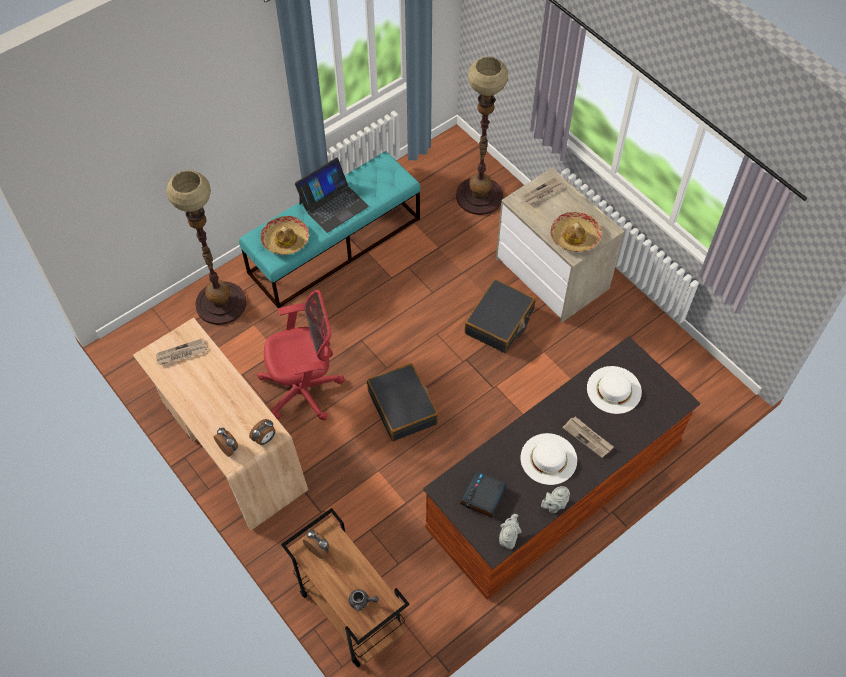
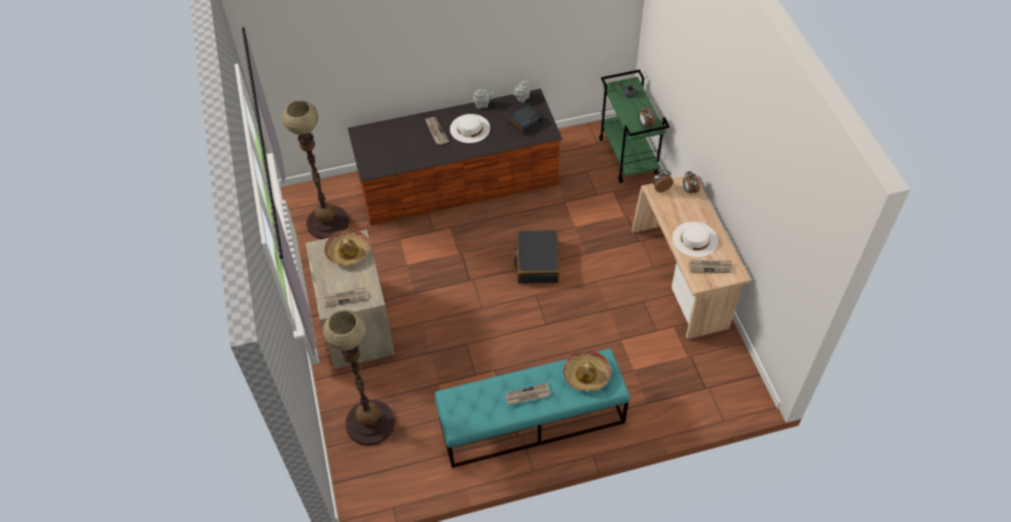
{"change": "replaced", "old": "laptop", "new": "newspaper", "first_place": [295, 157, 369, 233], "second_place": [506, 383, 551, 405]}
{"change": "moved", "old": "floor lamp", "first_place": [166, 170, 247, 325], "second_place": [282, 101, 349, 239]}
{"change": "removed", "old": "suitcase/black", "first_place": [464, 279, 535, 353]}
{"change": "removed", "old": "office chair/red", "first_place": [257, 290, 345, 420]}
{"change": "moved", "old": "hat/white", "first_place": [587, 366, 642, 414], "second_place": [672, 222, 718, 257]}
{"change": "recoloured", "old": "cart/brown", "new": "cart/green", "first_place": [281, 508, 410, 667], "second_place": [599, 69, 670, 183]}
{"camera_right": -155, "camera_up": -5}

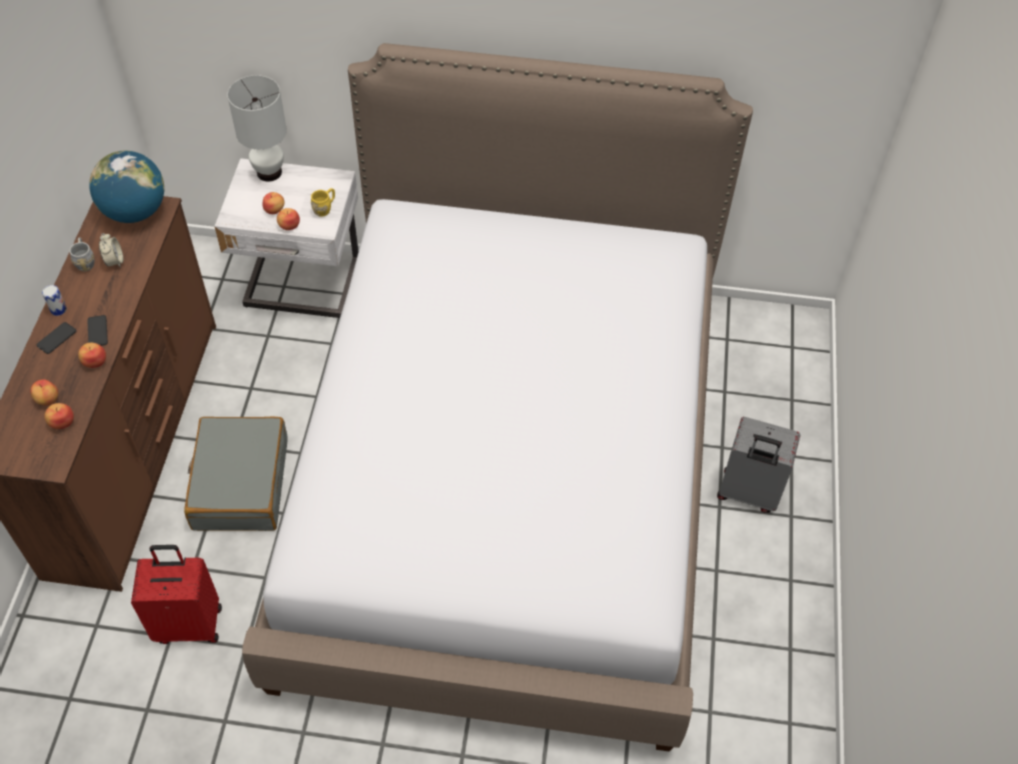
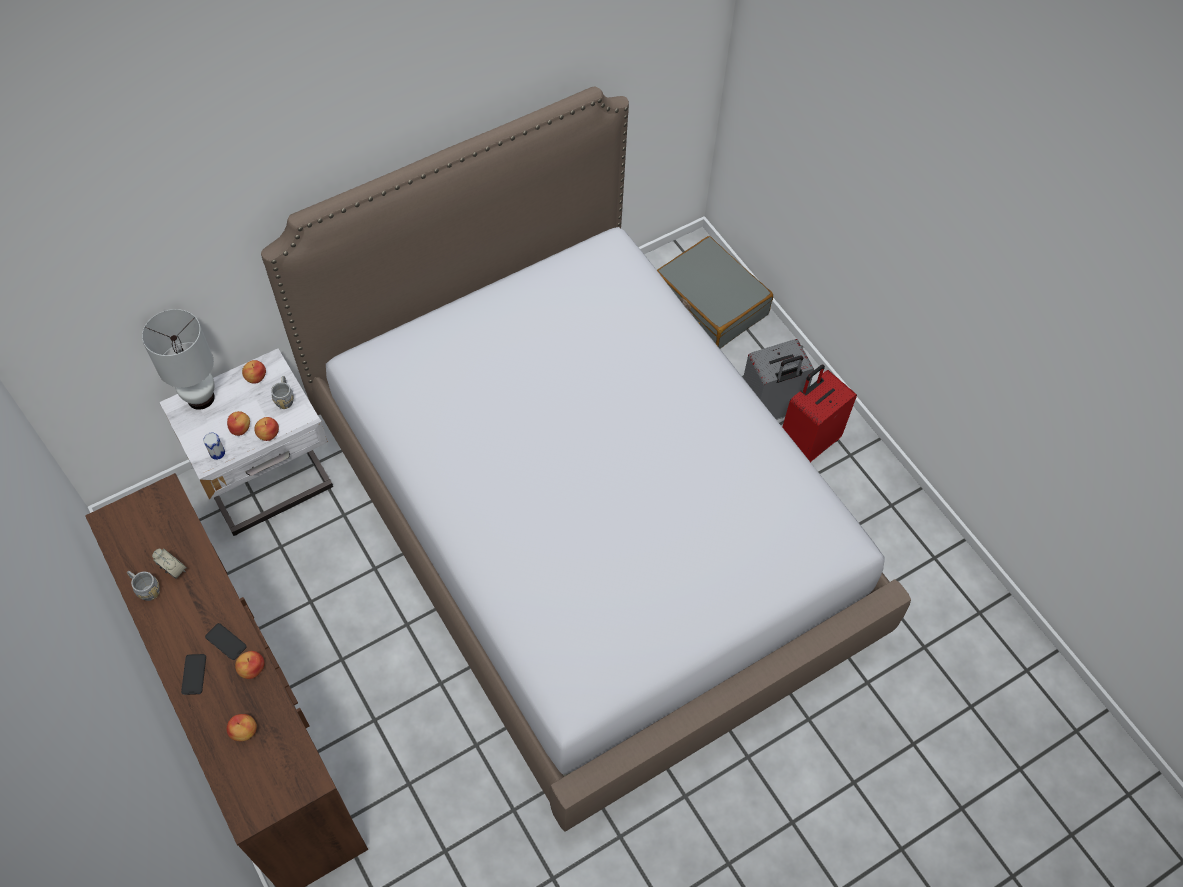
{"change": "removed", "old": "globe", "first_place": [89, 150, 165, 223]}
{"change": "recoloured", "old": "mug/yellow", "new": "mug/grey", "first_place": [311, 188, 335, 217], "second_place": [271, 376, 294, 409]}
{"change": "moved", "old": "can", "first_place": [42, 285, 67, 316], "second_place": [203, 432, 225, 460]}
{"change": "moved", "old": "apple", "first_place": [44, 403, 74, 429], "second_place": [242, 360, 266, 384]}
{"change": "moved", "old": "suitcase/grey", "first_place": [184, 416, 288, 531], "second_place": [657, 236, 773, 348]}
{"change": "moved", "old": "suitcase/red", "first_place": [131, 545, 222, 644], "second_place": [783, 364, 857, 462]}
{"camera_right": -40, "camera_up": 5}

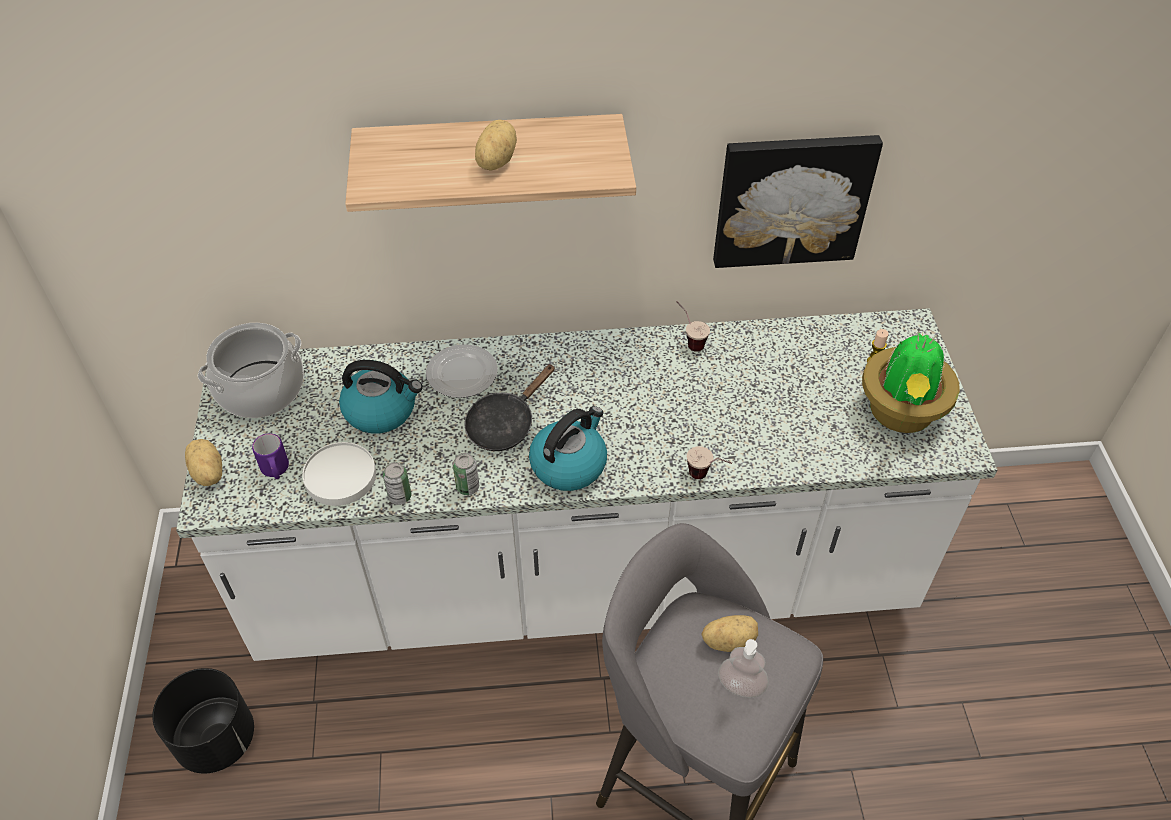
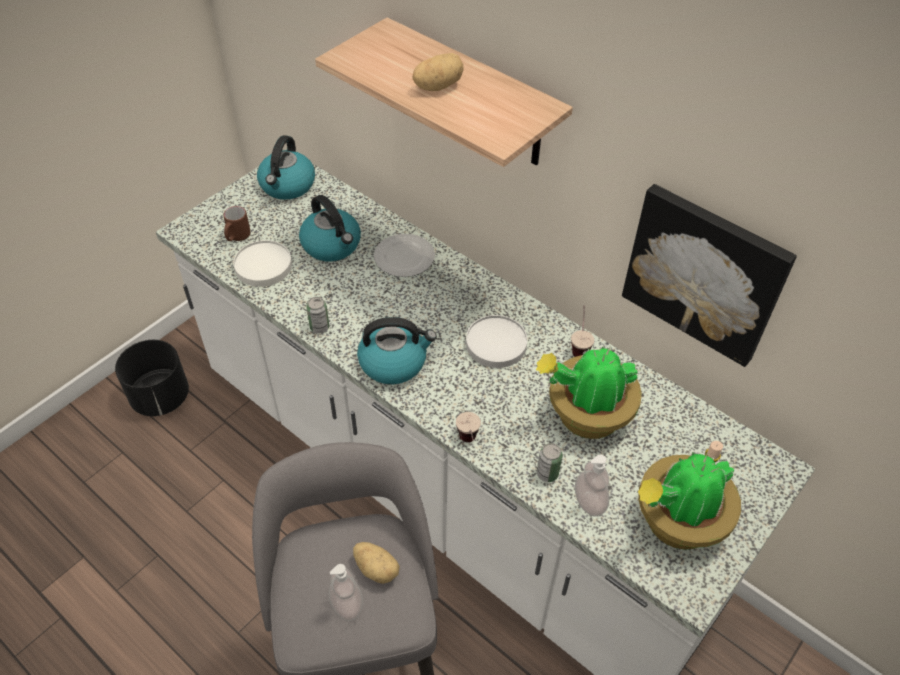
{"change": "replaced", "old": "cooking pot", "new": "kettle", "first_place": [198, 323, 304, 418], "second_place": [257, 135, 315, 200]}
{"change": "removed", "old": "frying pan/black", "first_place": [465, 364, 555, 451]}
{"change": "recoloured", "old": "mug/purple", "new": "mug/brown", "first_place": [252, 433, 289, 479], "second_place": [223, 206, 251, 241]}
{"change": "removed", "old": "potato", "first_place": [185, 439, 222, 486]}
{"change": "moved", "old": "can", "first_place": [383, 462, 411, 505], "second_place": [537, 443, 563, 482]}
{"change": "added", "new": "plate/white", "second_place": [466, 315, 527, 368]}
{"change": "added", "new": "potted plant", "second_place": [536, 345, 643, 439]}
{"change": "added", "new": "soap dispenser", "second_place": [575, 455, 609, 517]}
{"camera_right": 45, "camera_up": 0}

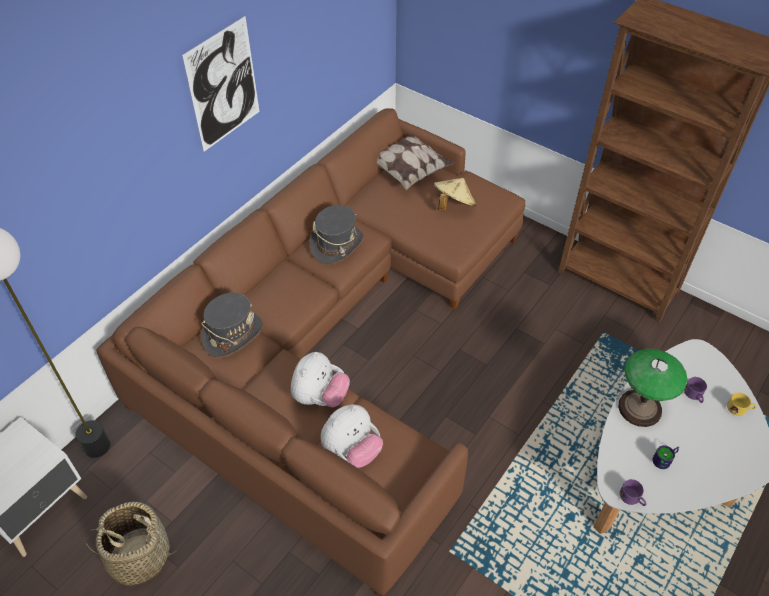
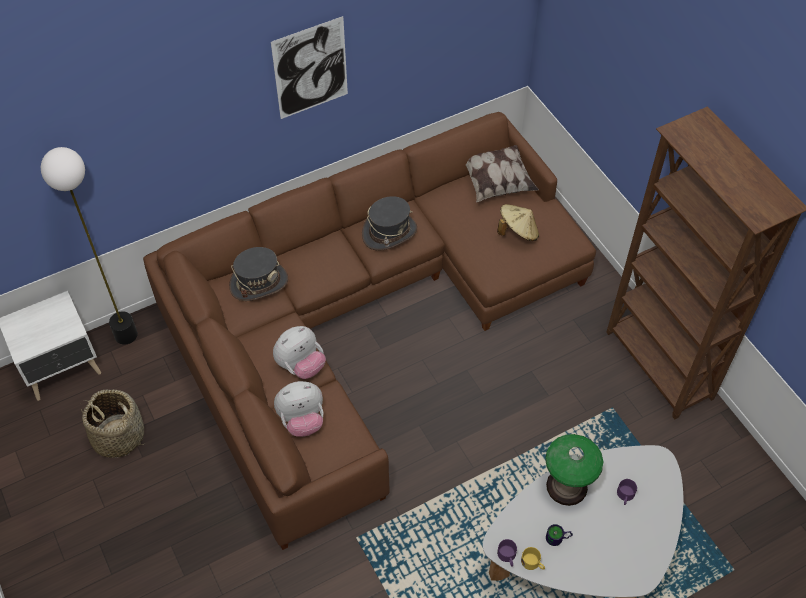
{"change": "moved", "old": "mug/yellow", "first_place": [727, 392, 756, 416], "second_place": [521, 547, 545, 570]}
{"camera_right": 25, "camera_up": 5}

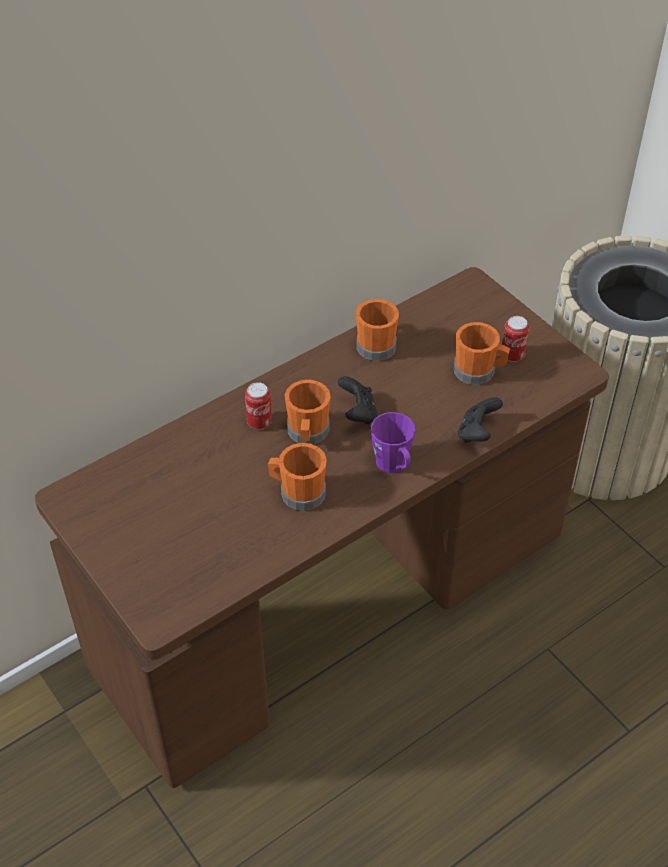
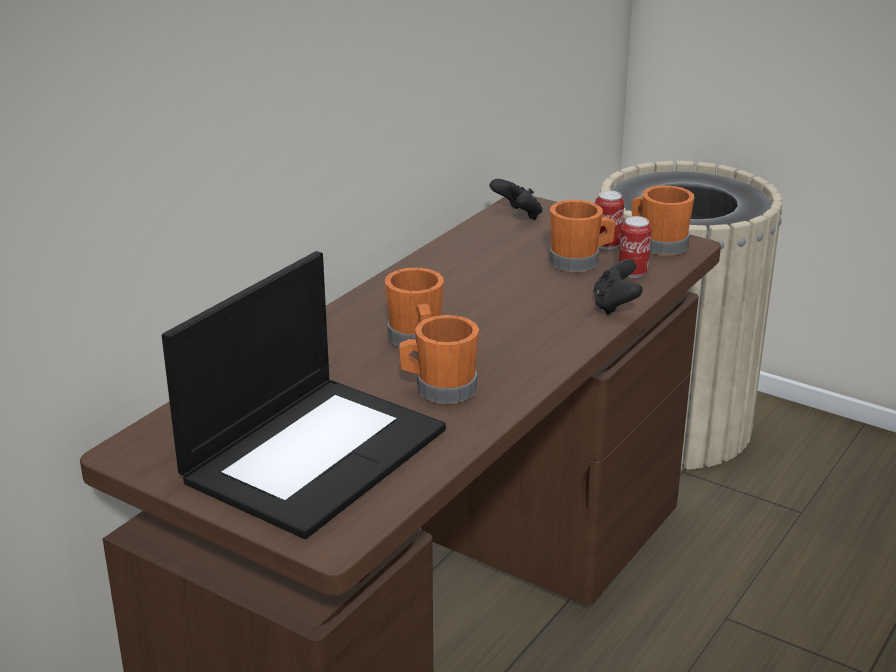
{"change": "moved", "old": "mug/orange", "first_place": [356, 299, 399, 361], "second_place": [632, 185, 694, 256]}
{"change": "moved", "old": "game controller/black", "first_place": [338, 376, 378, 425], "second_place": [490, 179, 543, 220]}
{"change": "moved", "old": "can", "first_place": [245, 382, 272, 429], "second_place": [619, 216, 652, 278]}
{"change": "removed", "old": "mug/purple", "first_place": [371, 412, 415, 473]}
{"change": "added", "new": "laptop", "second_place": [162, 251, 446, 539]}
{"camera_right": -20, "camera_up": -20}

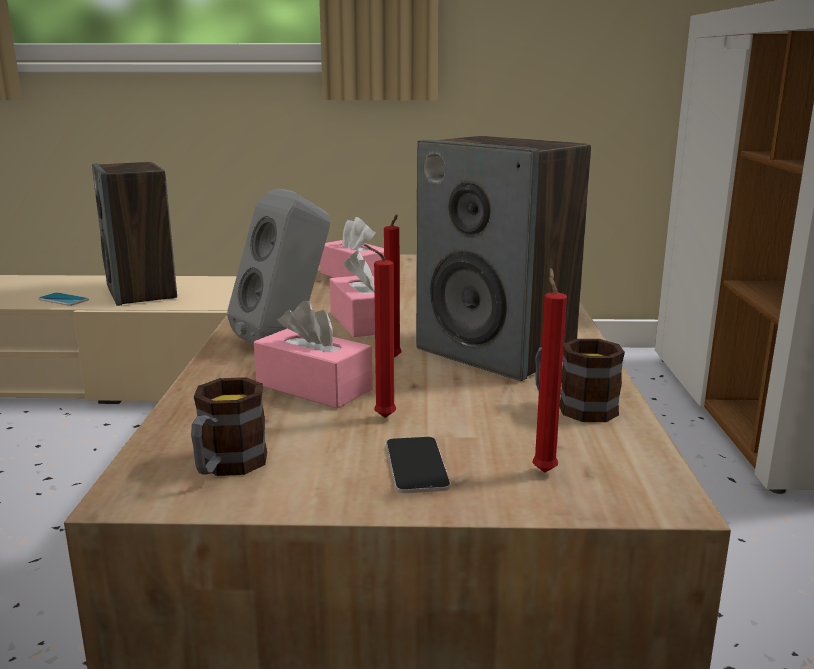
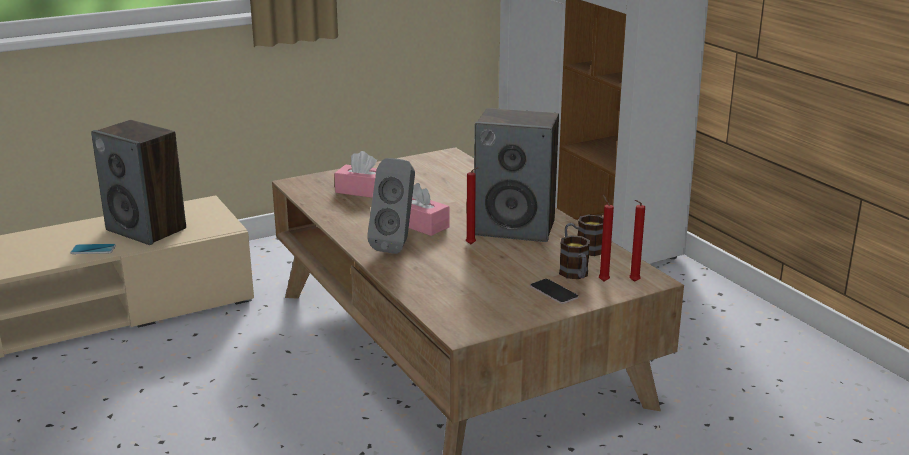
{"change": "moved", "old": "candle/red", "first_place": [364, 244, 396, 418], "second_place": [629, 200, 645, 282]}
{"change": "removed", "old": "tissue box/pink", "first_place": [254, 300, 373, 408]}
{"change": "moved", "old": "mug", "first_place": [191, 377, 267, 476], "second_place": [559, 235, 590, 279]}
{"camera_right": -30, "camera_up": 5}

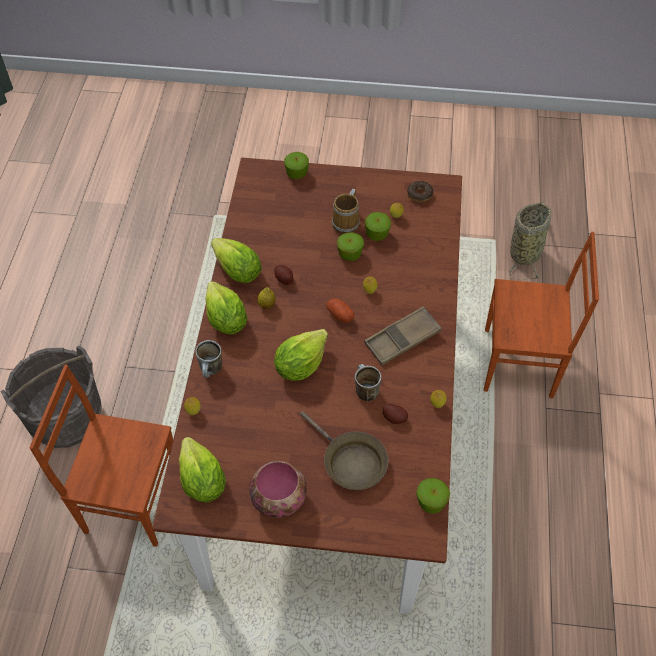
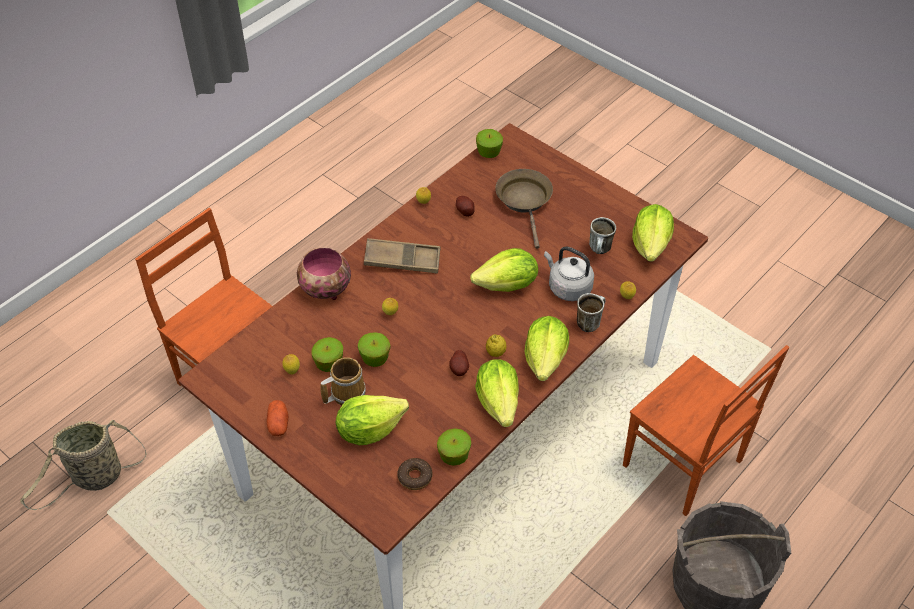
{"change": "moved", "old": "apple", "first_place": [284, 152, 309, 179], "second_place": [437, 429, 471, 465]}
{"change": "moved", "old": "donut", "first_place": [407, 181, 433, 202], "second_place": [397, 458, 432, 490]}
{"change": "moved", "old": "potato", "first_place": [326, 298, 354, 323], "second_place": [266, 400, 289, 436]}
{"change": "moved", "old": "mug", "first_place": [355, 364, 381, 401], "second_place": [589, 217, 616, 254]}
{"change": "moved", "old": "bowl", "first_place": [249, 461, 307, 518], "second_place": [297, 247, 351, 300]}
{"change": "added", "new": "kettle/grey", "second_place": [544, 247, 594, 301]}
{"change": "added", "new": "lettuce", "second_place": [336, 395, 409, 445]}
{"camera_right": -145, "camera_up": -5}

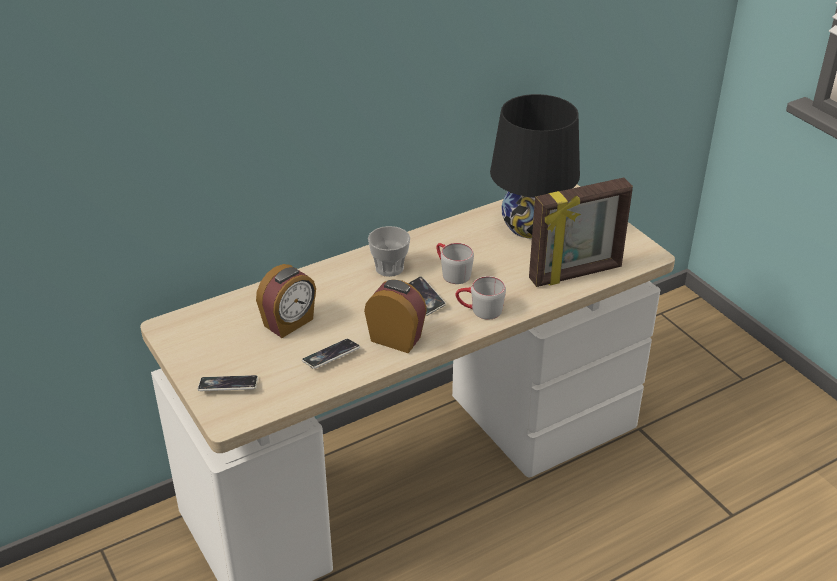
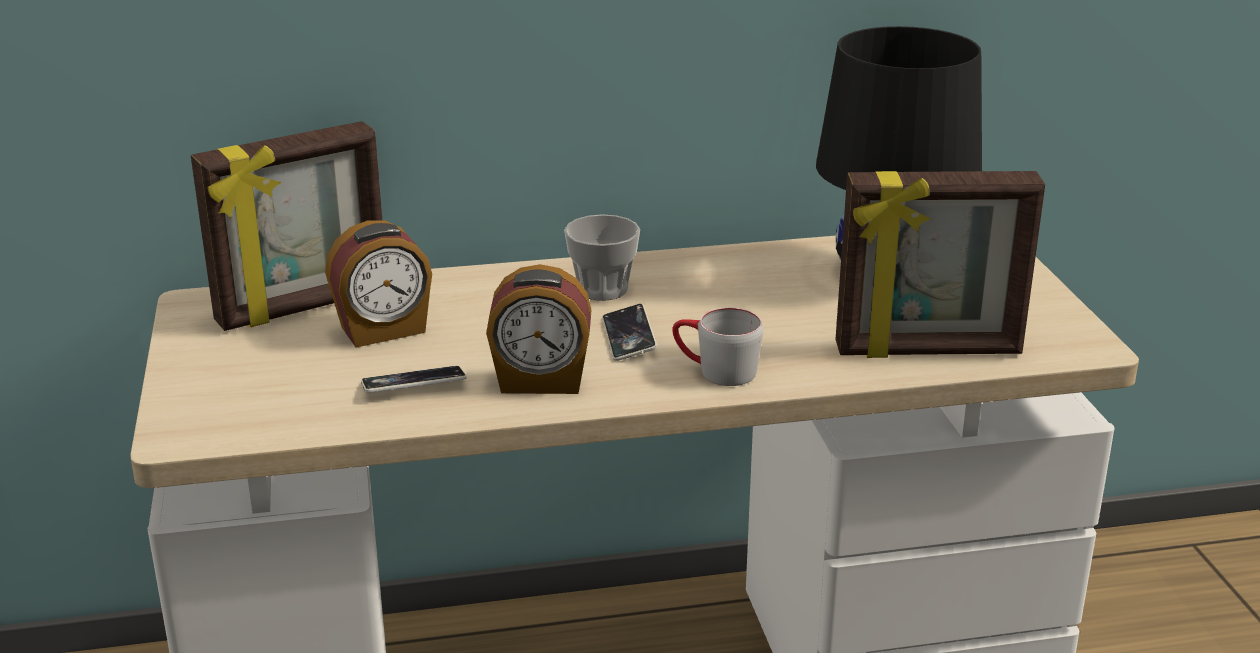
{"change": "removed", "old": "mug/grey", "first_place": [436, 243, 474, 284]}
{"change": "turned", "old": "alarm clock", "first_place": [364, 279, 427, 353], "second_place": [486, 264, 591, 394], "degrees": 135}
{"change": "removed", "old": "phone", "first_place": [198, 375, 258, 391]}
{"change": "added", "new": "picture frame", "second_place": [191, 121, 382, 331]}
{"camera_right": 20, "camera_up": -10}

